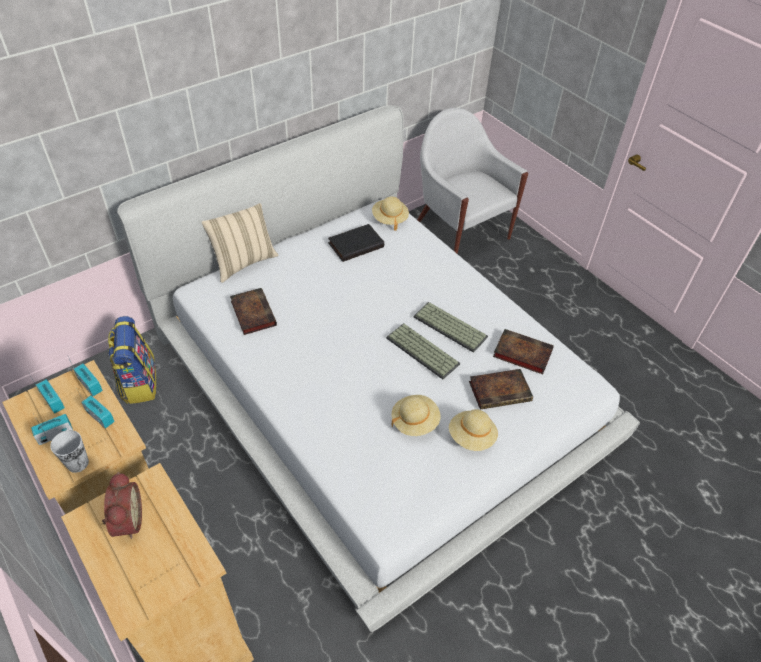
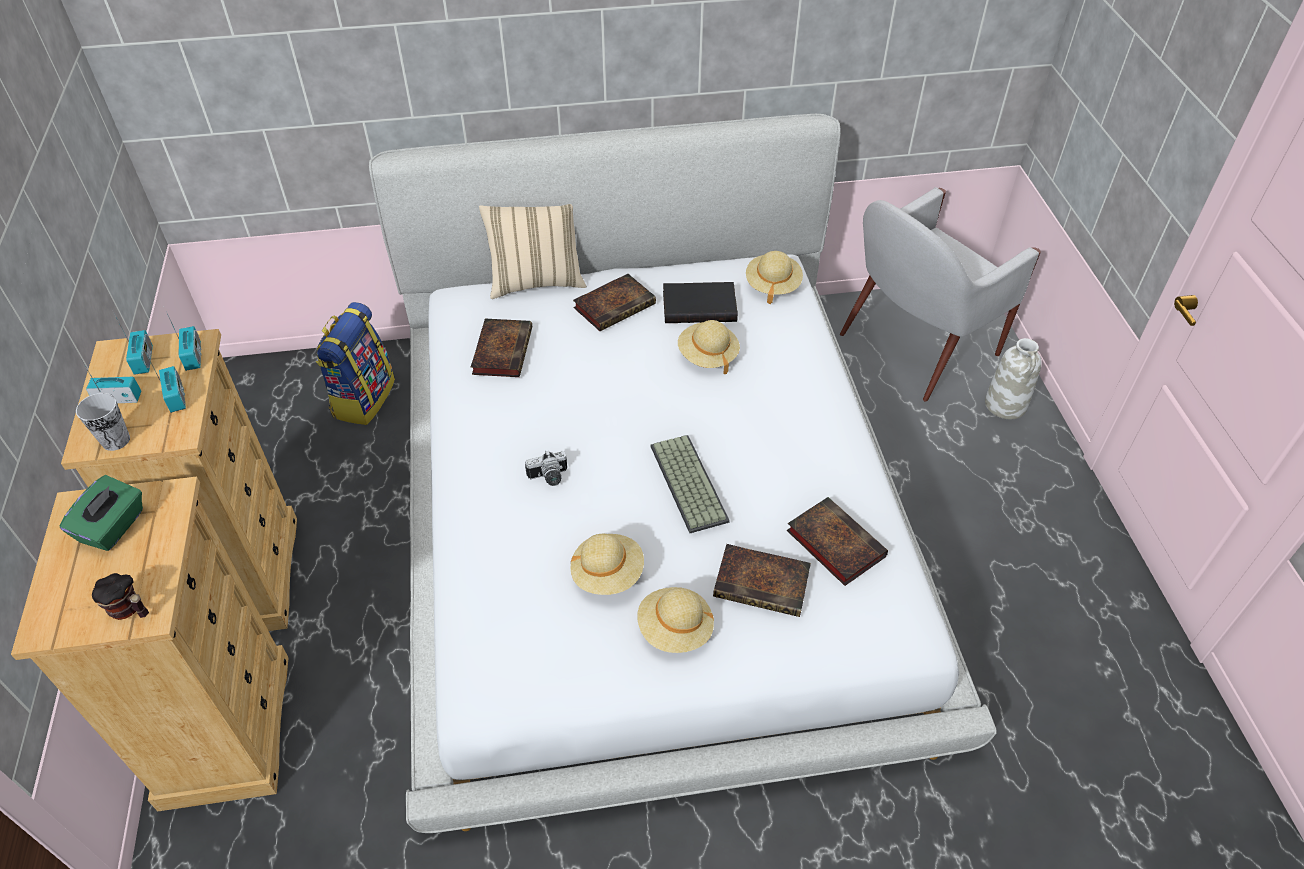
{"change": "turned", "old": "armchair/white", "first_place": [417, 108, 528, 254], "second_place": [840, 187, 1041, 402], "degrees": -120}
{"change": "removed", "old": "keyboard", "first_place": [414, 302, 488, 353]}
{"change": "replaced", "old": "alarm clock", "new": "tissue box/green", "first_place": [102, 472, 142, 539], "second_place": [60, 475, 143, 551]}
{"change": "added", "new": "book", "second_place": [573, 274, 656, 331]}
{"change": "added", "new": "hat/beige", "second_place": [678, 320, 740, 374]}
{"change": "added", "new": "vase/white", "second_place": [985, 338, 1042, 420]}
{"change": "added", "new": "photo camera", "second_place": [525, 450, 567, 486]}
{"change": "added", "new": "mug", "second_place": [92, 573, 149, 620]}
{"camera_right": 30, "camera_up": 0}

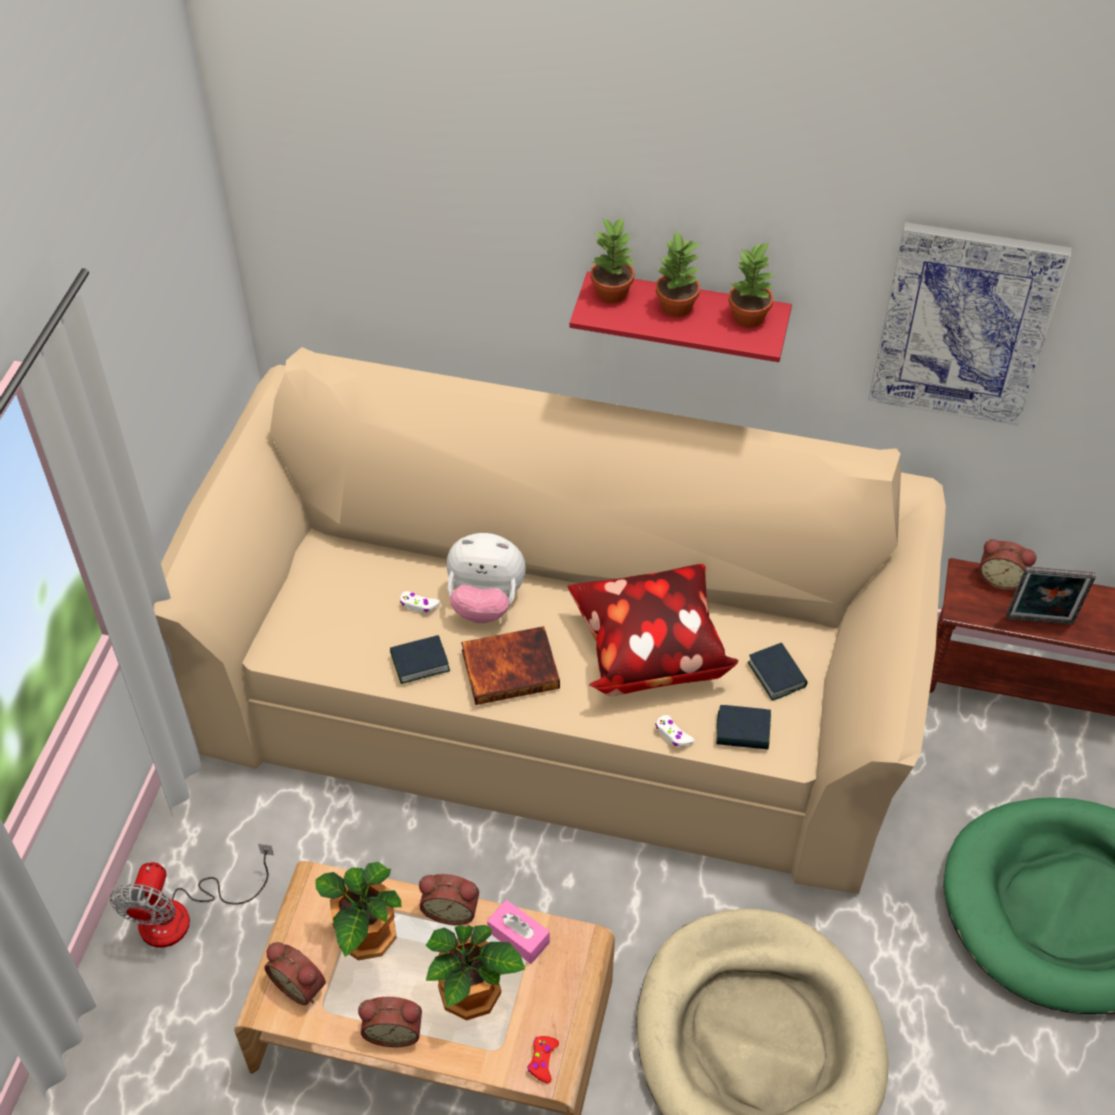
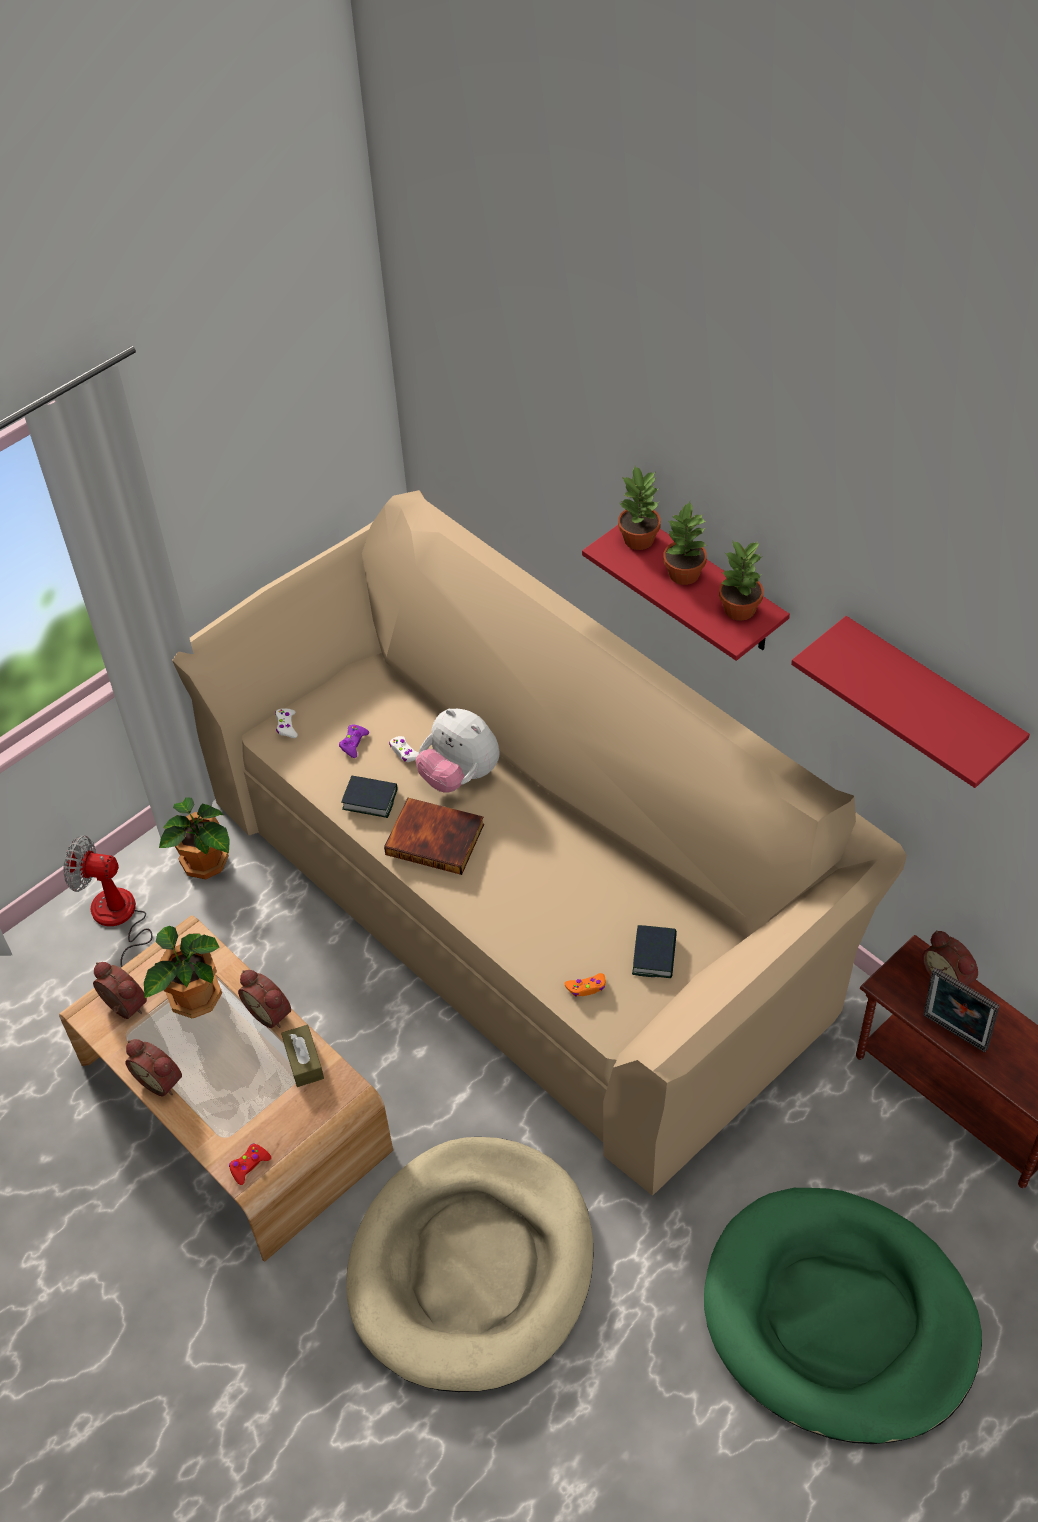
{"change": "replaced", "old": "picture", "new": "shelf/red", "first_place": [868, 222, 1072, 426], "second_place": [791, 616, 1030, 788]}
{"change": "removed", "old": "pillow", "first_place": [567, 564, 738, 696]}
{"change": "replaced", "old": "book", "new": "game controller/orange", "first_place": [716, 705, 771, 749], "second_place": [564, 973, 606, 997]}
{"change": "moved", "old": "game controller/white", "first_place": [655, 715, 695, 747], "second_place": [275, 708, 298, 738]}
{"change": "turned", "old": "fan", "first_place": [110, 843, 274, 948], "second_place": [63, 835, 153, 967], "degrees": 60}
{"change": "recoloured", "old": "tissue box/pink", "new": "tissue box/brown", "first_place": [487, 900, 550, 964], "second_place": [281, 1024, 324, 1087]}
{"change": "moved", "old": "potted plant", "first_place": [426, 925, 525, 1020], "second_place": [159, 797, 230, 879]}
{"change": "turned", "old": "alarm clock", "first_place": [264, 942, 326, 1005], "second_place": [93, 962, 147, 1019], "degrees": 150}
{"change": "added", "new": "game controller/purple", "second_place": [339, 725, 369, 758]}
{"camera_right": 35, "camera_up": 0}

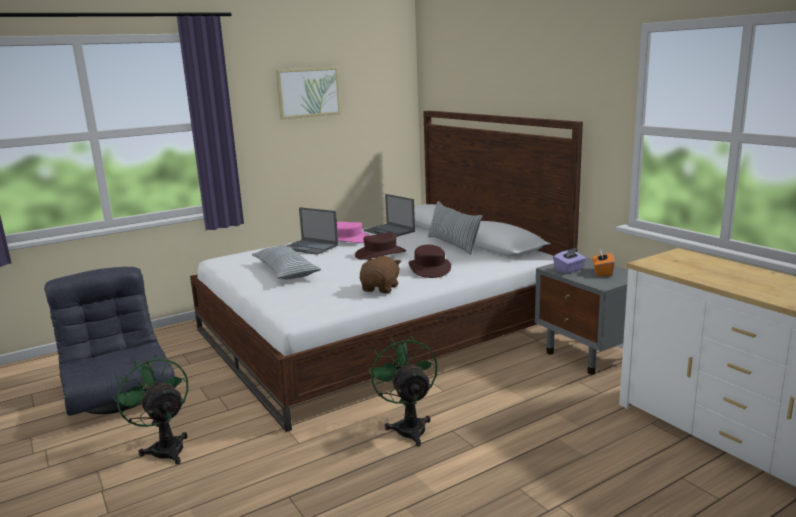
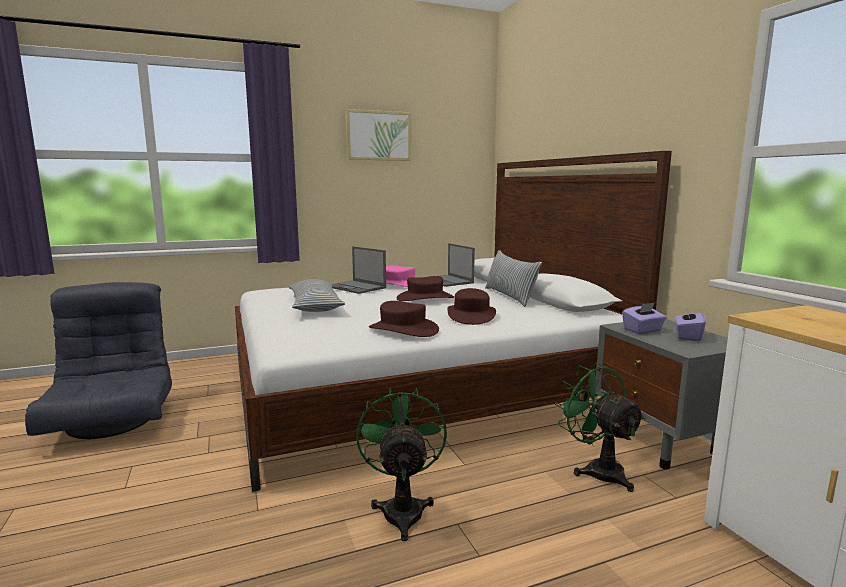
{"change": "recoloured", "old": "tissue box/orange", "new": "tissue box/purple", "first_place": [592, 248, 615, 276], "second_place": [675, 305, 706, 342]}
{"change": "replaced", "old": "plush toy/brown", "new": "hat/brown", "first_place": [360, 256, 401, 293], "second_place": [369, 301, 439, 337]}
{"change": "moved", "old": "fan/green", "first_place": [113, 355, 188, 464], "second_place": [555, 363, 646, 492]}
{"camera_right": 10, "camera_up": -5}

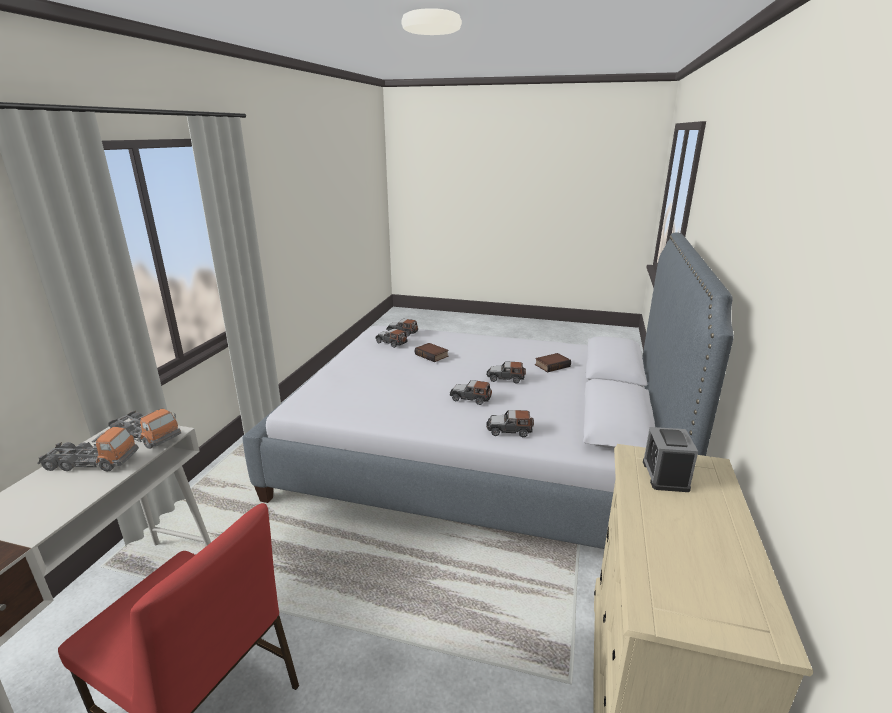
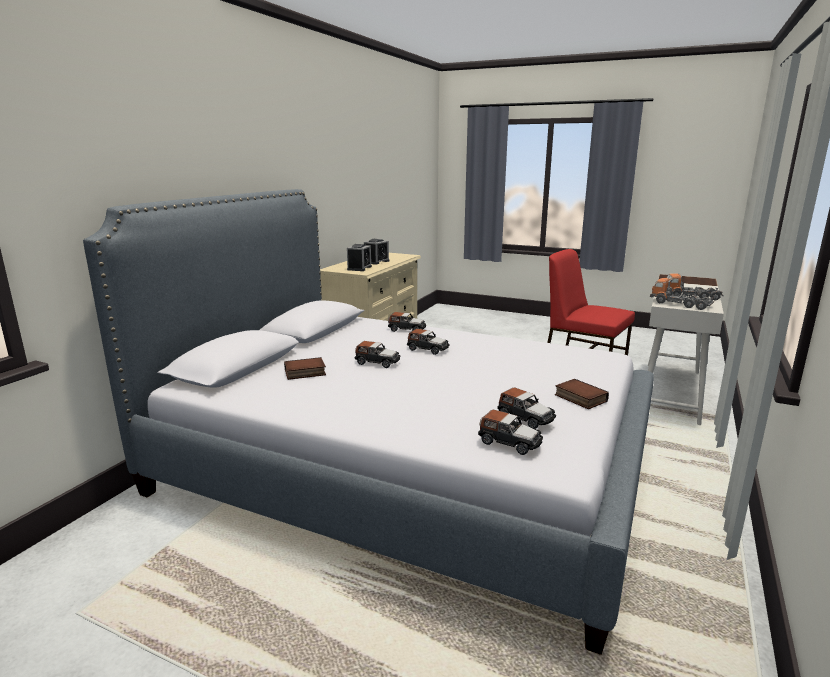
{"change": "moved", "old": "book", "first_place": [415, 343, 449, 362], "second_place": [555, 379, 609, 409]}
{"change": "added", "new": "alarm clock", "second_place": [364, 239, 390, 265]}
{"camera_right": -170, "camera_up": -5}

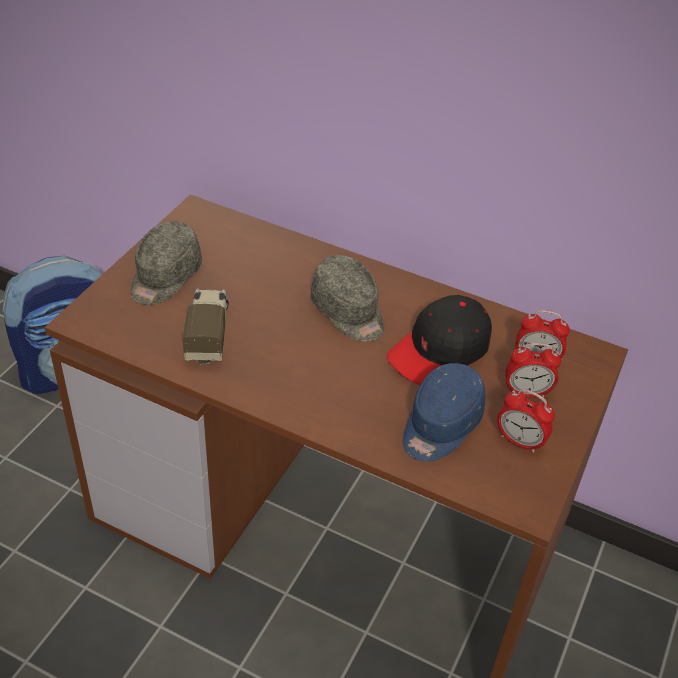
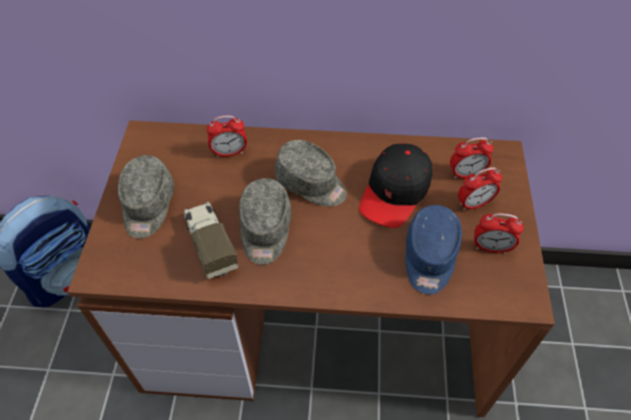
{"change": "added", "new": "alarm clock", "second_place": [206, 115, 247, 157]}
{"change": "added", "new": "cap/grey", "second_place": [239, 178, 291, 265]}
{"camera_right": -20, "camera_up": 10}

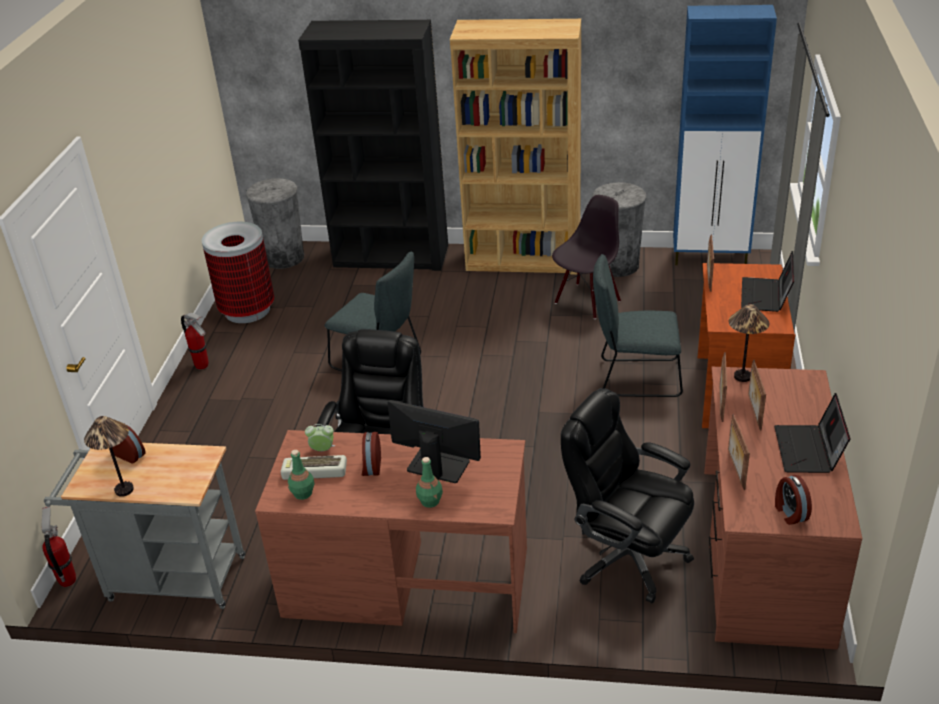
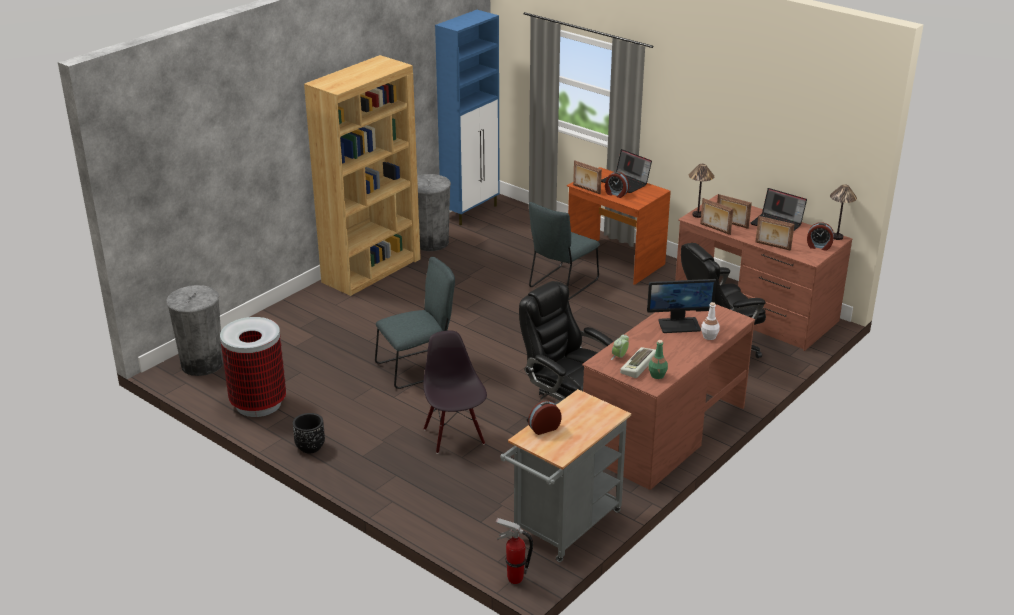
{"change": "removed", "old": "bookcase/black", "first_place": [298, 20, 448, 271]}
{"change": "moved", "old": "chair/black", "first_place": [552, 195, 621, 319], "second_place": [423, 330, 487, 454]}
{"change": "replaced", "old": "fire extinguisher", "new": "planter/black", "first_place": [181, 313, 208, 369], "second_place": [293, 413, 325, 453]}
{"change": "turned", "old": "monitor", "first_place": [388, 400, 481, 483], "second_place": [647, 279, 717, 333], "degrees": -150}
{"change": "moved", "old": "table lamp", "first_place": [84, 416, 134, 497], "second_place": [830, 184, 857, 240]}
{"change": "moved", "old": "alarm clock", "first_place": [362, 432, 381, 476], "second_place": [605, 172, 629, 198]}
{"change": "recoloured", "old": "bottle/green", "new": "bottle/white", "first_place": [416, 457, 443, 508], "second_place": [701, 302, 720, 340]}
{"camera_right": -60, "camera_up": -5}

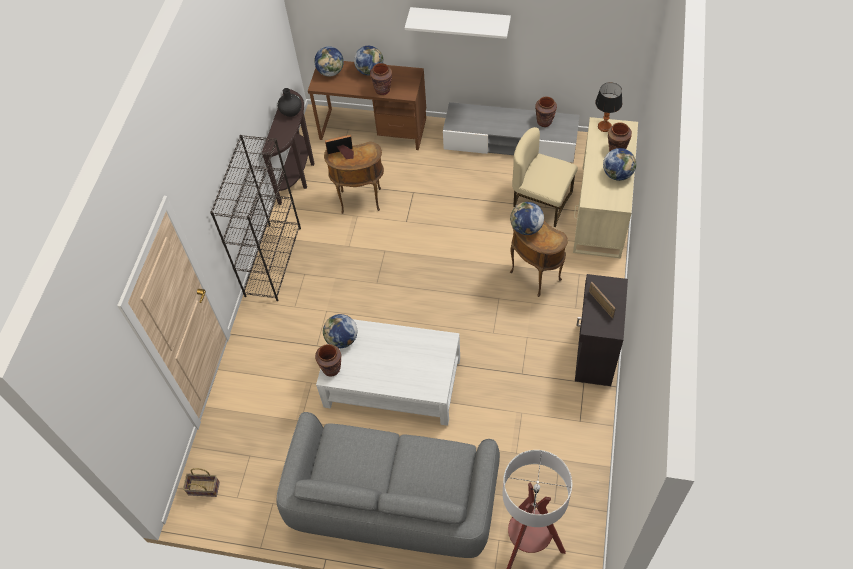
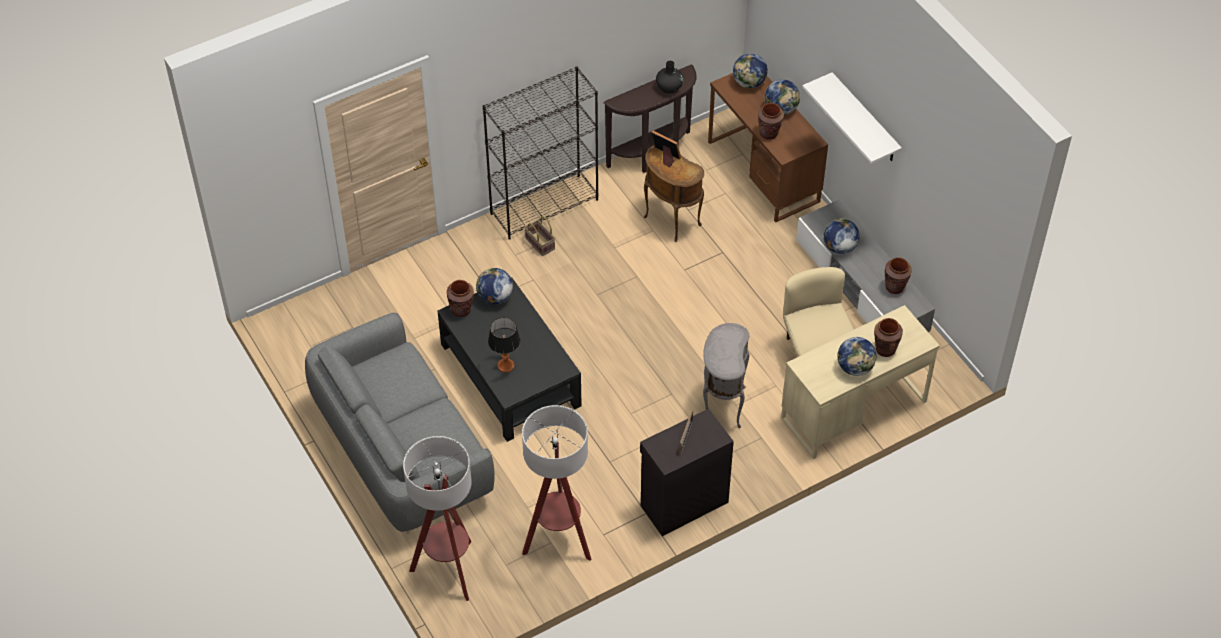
{"change": "moved", "old": "table lamp", "first_place": [595, 82, 622, 132], "second_place": [488, 317, 520, 373]}
{"change": "moved", "old": "globe", "first_place": [510, 202, 544, 235], "second_place": [824, 218, 860, 254]}
{"change": "recoloured", "old": "side table/brown", "new": "side table/grey", "first_place": [510, 221, 568, 297], "second_place": [703, 323, 749, 428]}
{"change": "recoloured", "old": "coffee table/white", "new": "coffee table/black", "first_place": [316, 319, 460, 426], "second_place": [437, 277, 582, 442]}
{"change": "moved", "old": "basket", "first_place": [183, 468, 220, 497], "second_place": [524, 216, 555, 256]}
{"change": "added", "new": "floor lamp", "second_place": [522, 405, 591, 561]}
{"camera_right": 45, "camera_up": -5}

